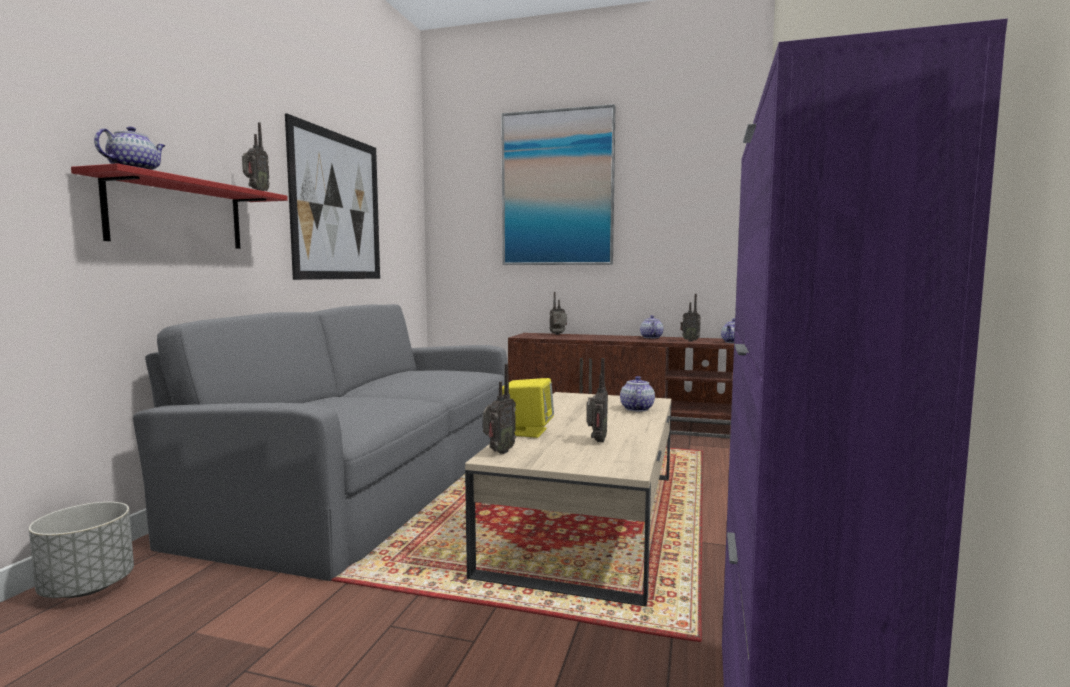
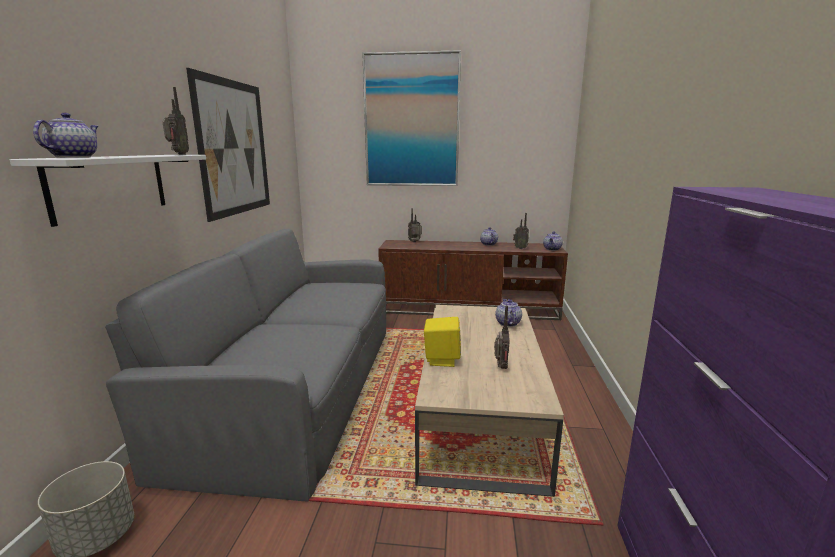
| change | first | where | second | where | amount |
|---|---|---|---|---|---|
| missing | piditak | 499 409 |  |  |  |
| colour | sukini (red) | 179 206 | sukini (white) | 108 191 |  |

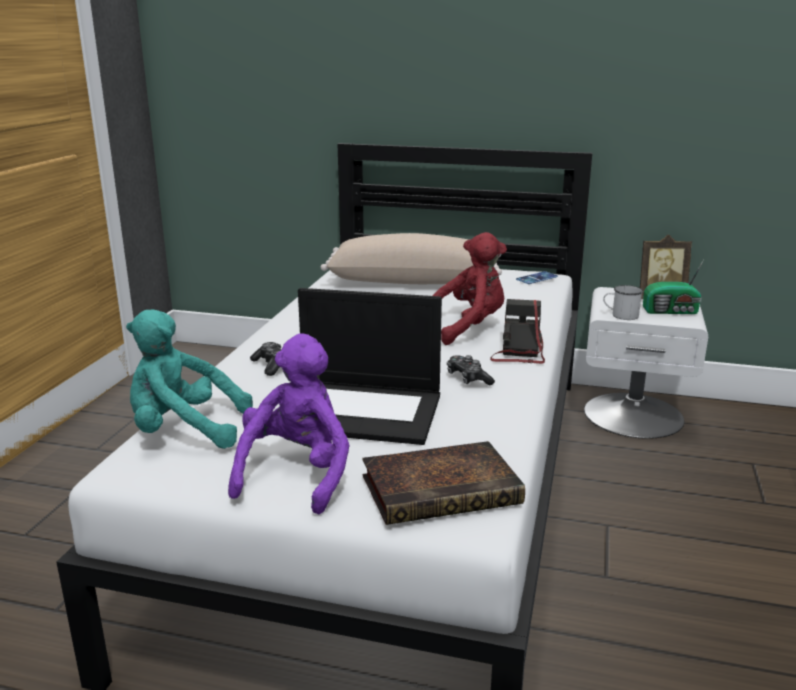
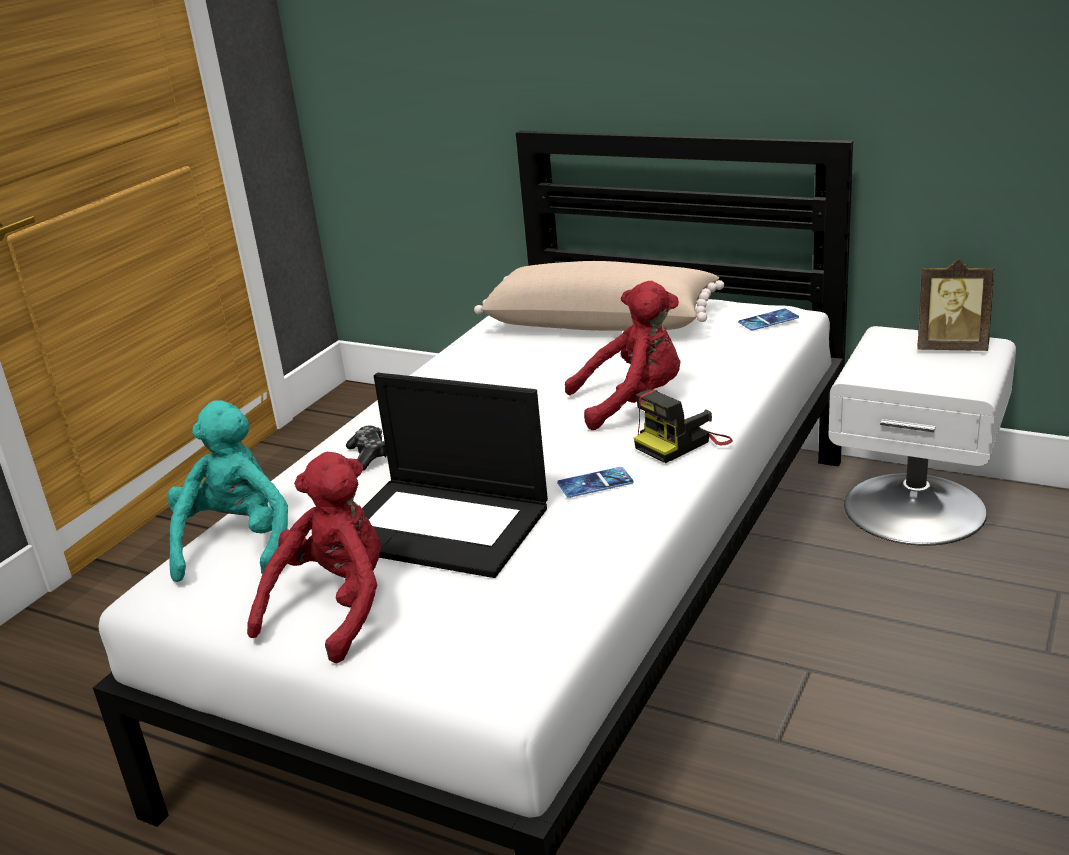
| change | first | where | second | where | amount |
|---|---|---|---|---|---|
| missing | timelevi | 443 483 |  |  |  |
| missing | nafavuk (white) | 623 302 |  |  |  |
| missing | piditak | 673 286 |  |  |  |
| exchanged | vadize | 471 370 | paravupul | 595 482 |  |
| colour | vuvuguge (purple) | 288 423 | vuvuguge (red) | 314 557 |  |
| spun | vuvuguge (turquoise) | 189 379 |  | 227 491 | 75 degrees clockwise |
| spun | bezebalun | 517 331 |  | 683 426 | 150 degrees counterclockwise |

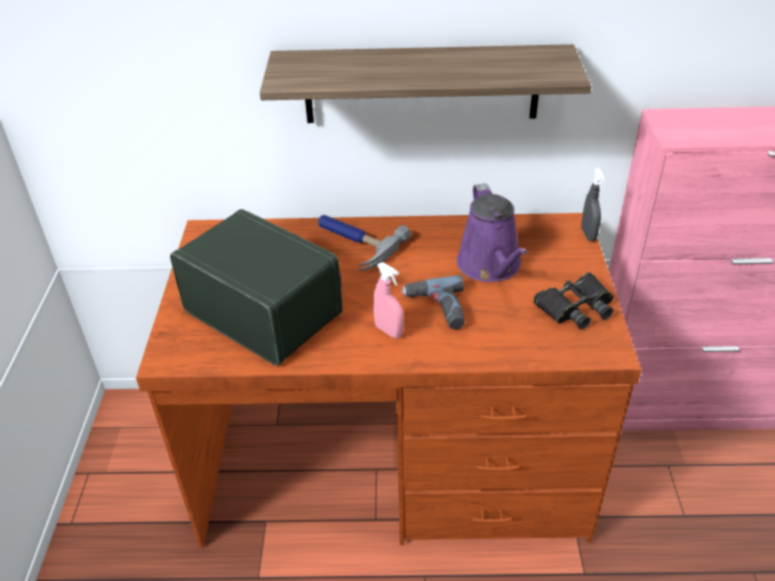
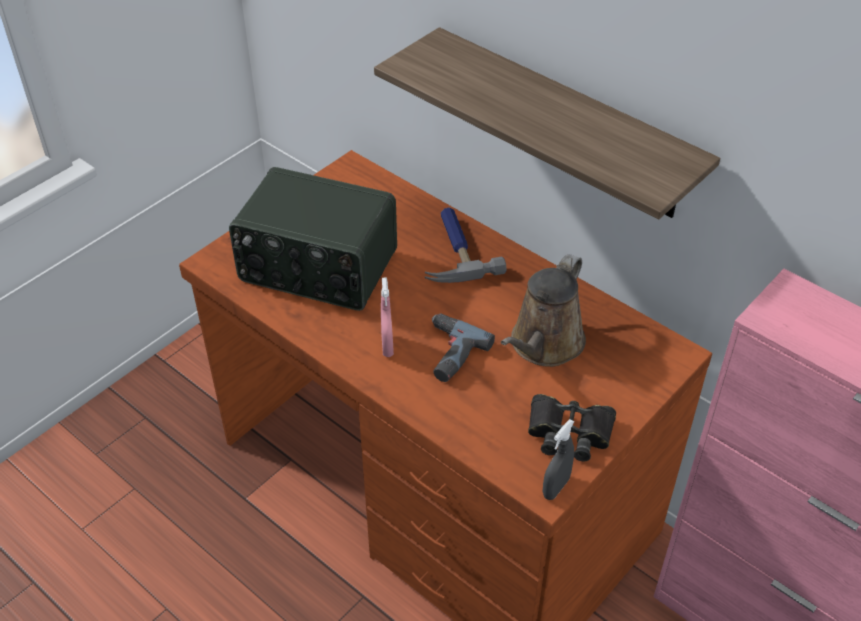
| change | first | where | second | where | amount |
|---|---|---|---|---|---|
| relocated | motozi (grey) | 593 204 |  | 558 459 |  |
| colour | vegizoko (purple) | 492 232 | vegizoko (brown) | 543 310 |  |
| spun | piditak | 256 287 |  | 313 239 | 120 degrees clockwise |

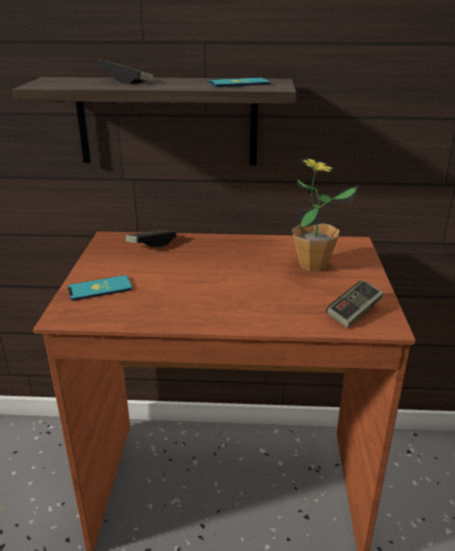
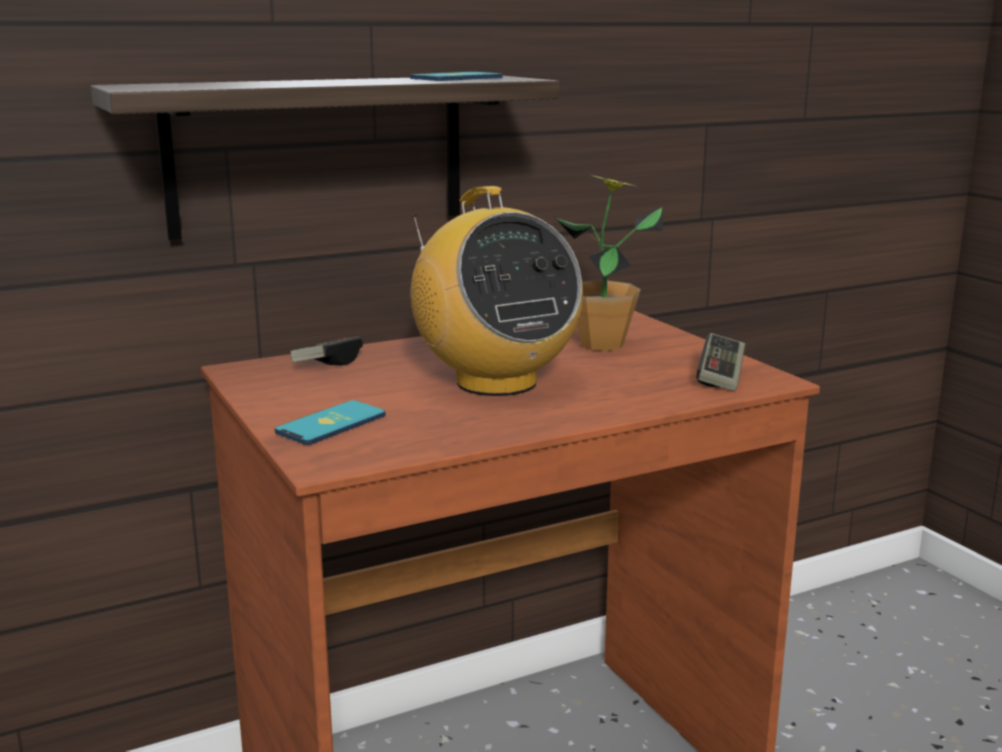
| change | first | where | second | where | amount |
|---|---|---|---|---|---|
| missing | vadize | 125 71 |  |  |  |
| appeared |  |  | piditak | 497 291 |  |

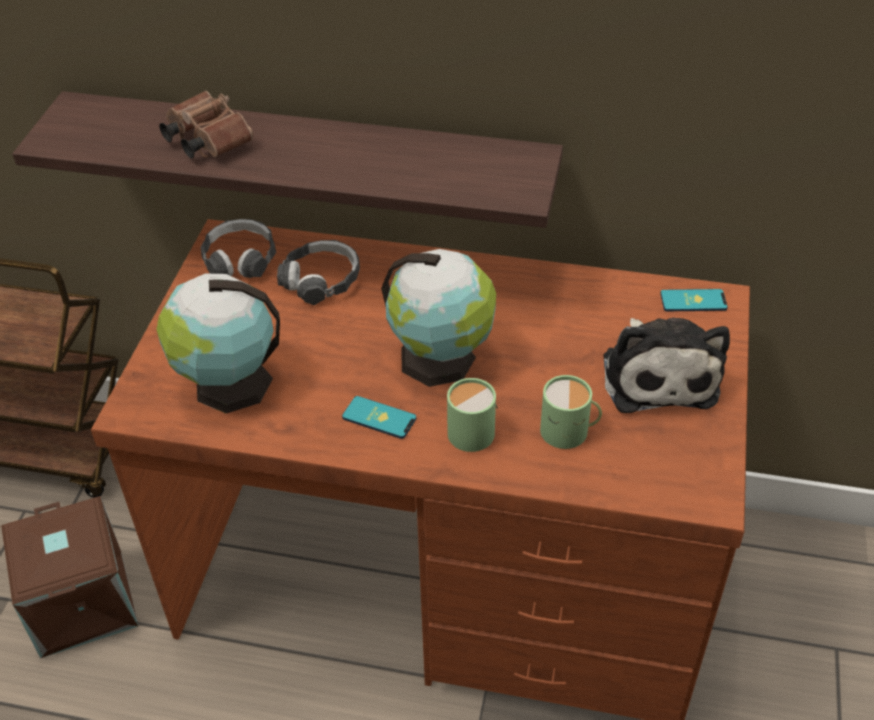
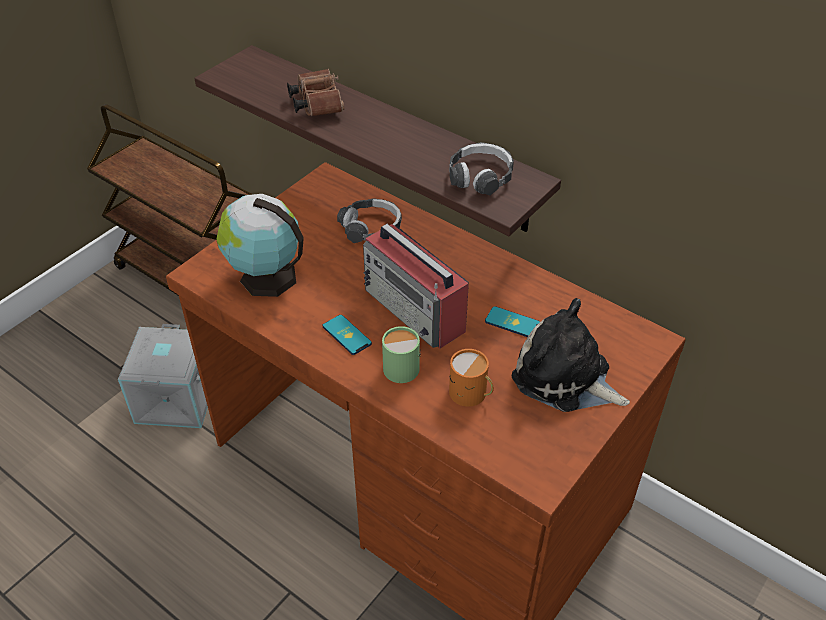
| change | first | where | second | where | amount |
|---|---|---|---|---|---|
| relocated | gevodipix | 238 248 |  | 481 169 |  |
| relocated | paravupul | 694 300 |  | 512 321 |  |
| exchanged | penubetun | 438 318 | piditak | 416 286 |  |
| colour | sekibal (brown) | 69 577 | sekibal (grey) | 163 376 |  |
| colour | nafavuk (green) | 571 412 | nafavuk (orange) | 471 378 |  |
| spun | vuvuguge | 666 365 |  | 571 355 | 105 degrees clockwise |

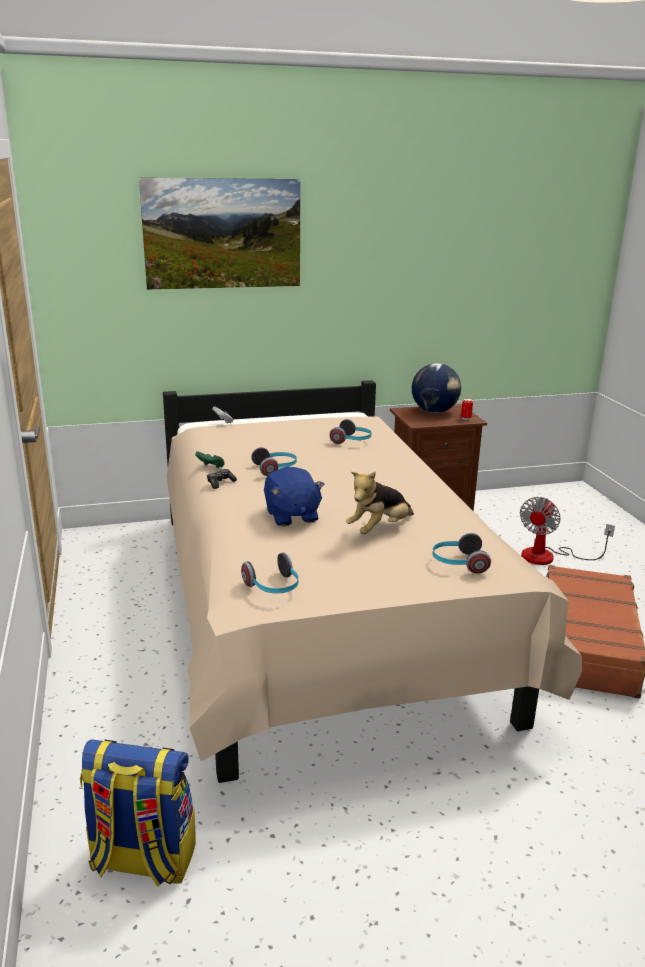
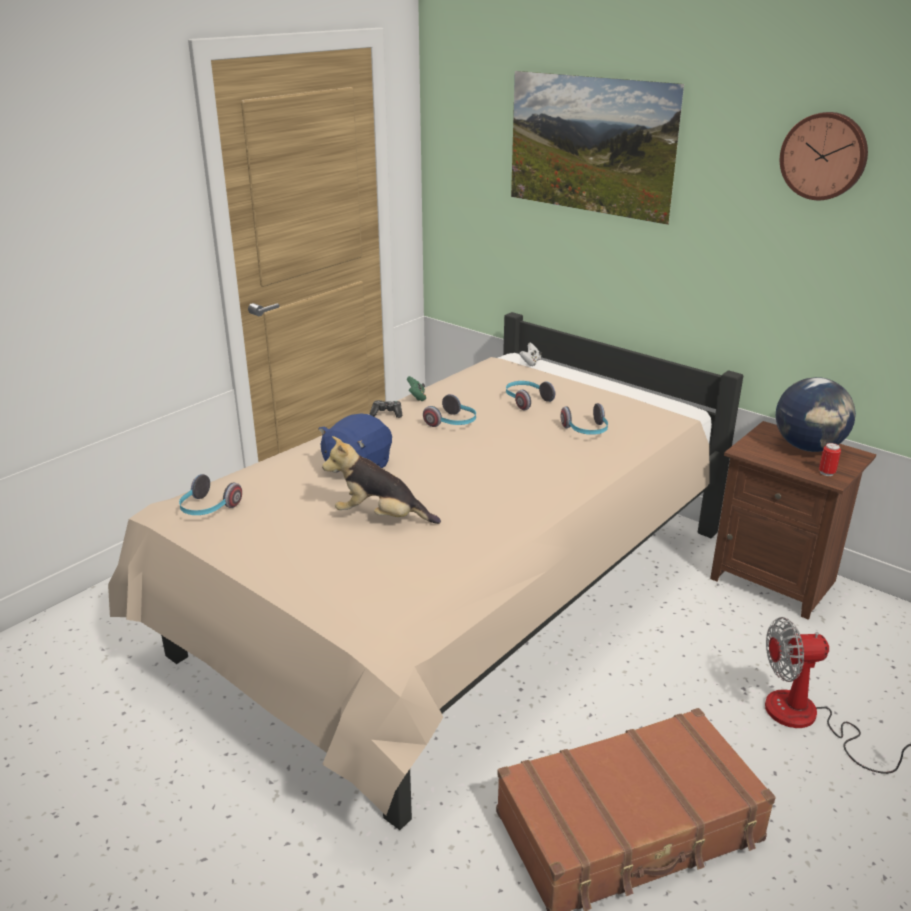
| change | first | where | second | where | amount |
|---|---|---|---|---|---|
| missing | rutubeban | 138 813 |  |  |  |
| appeared |  |  | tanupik | 824 156 |  |
| relocated | gevodipix | 461 553 |  | 530 395 |  |

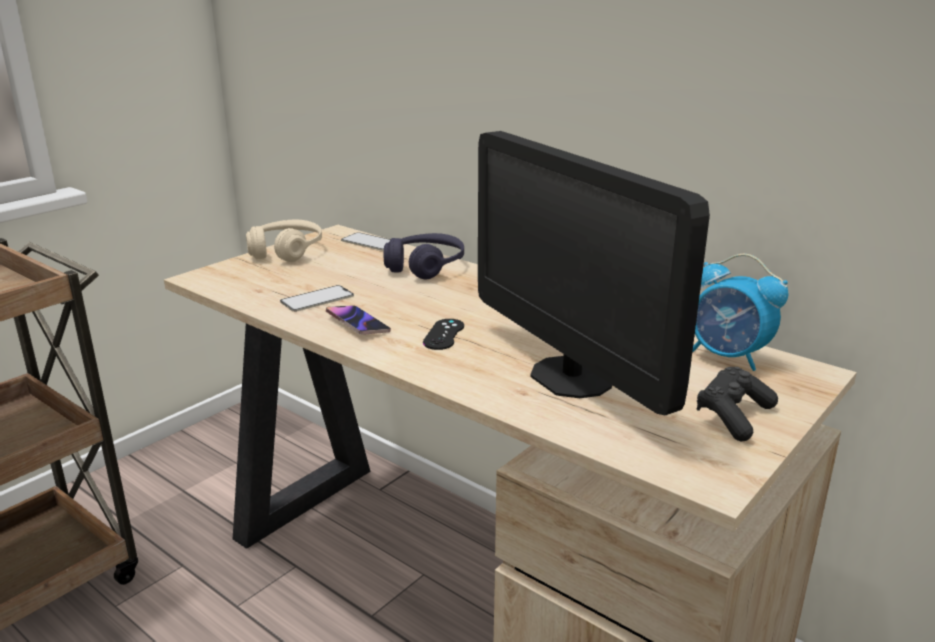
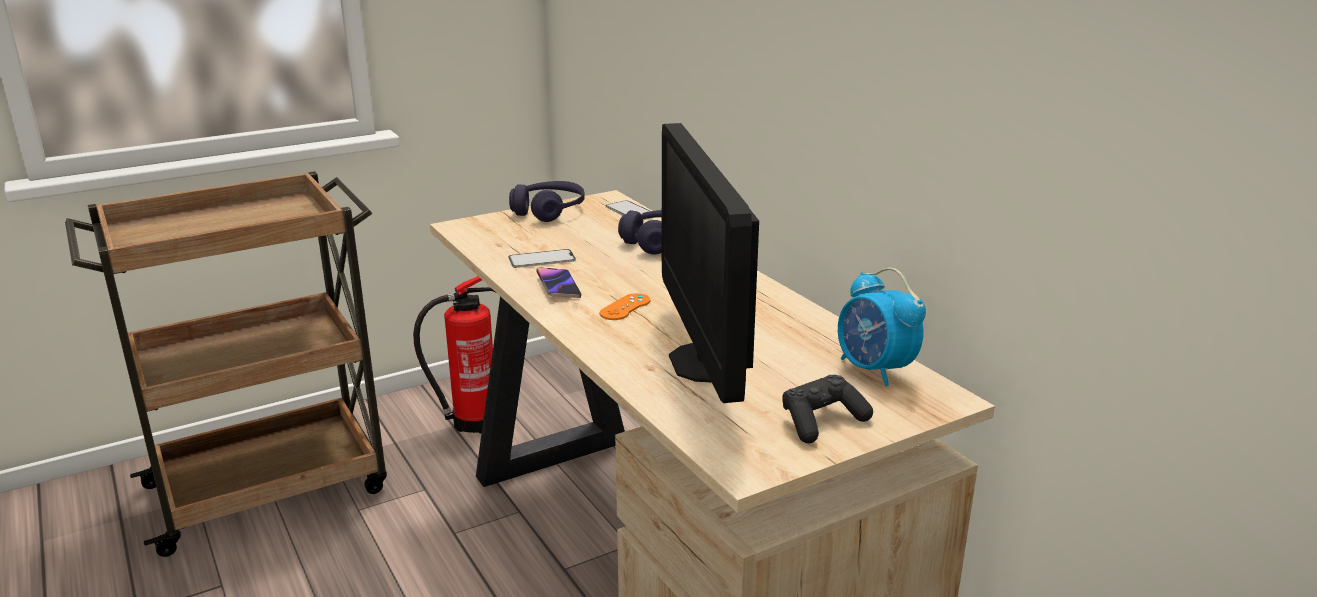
| change | first | where | second | where | amount |
|---|---|---|---|---|---|
| appeared |  |  | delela | 454 355 |  |
| colour | gevodipix (beige) | 284 241 | gevodipix (purple) | 547 201 |  |
| colour | vadize (black) | 443 334 | vadize (orange) | 625 306 |  |

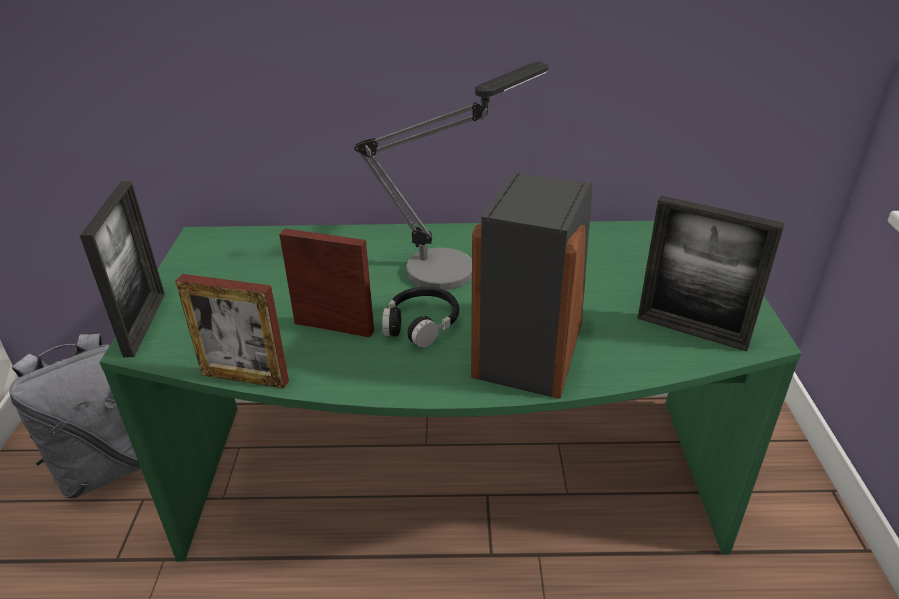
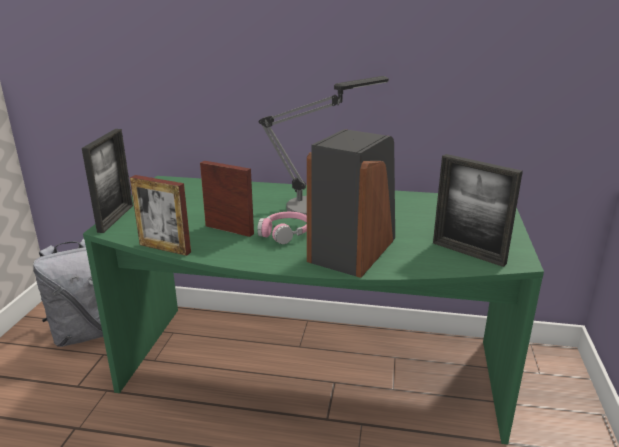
| change | first | where | second | where | amount |
|---|---|---|---|---|---|
| colour | gevodipix (black) | 420 317 | gevodipix (pink) | 282 228 |  |

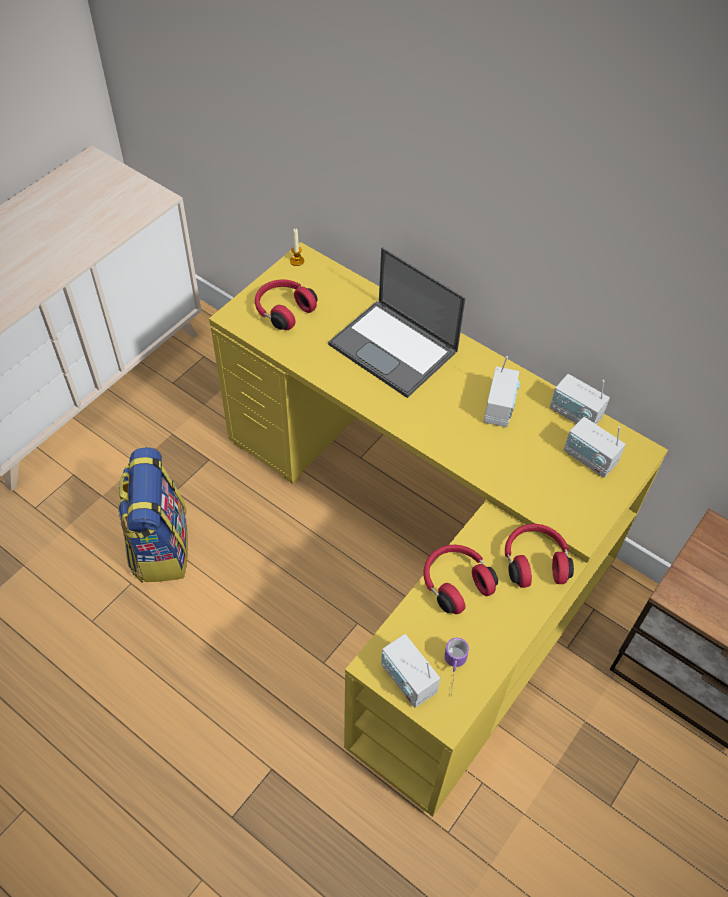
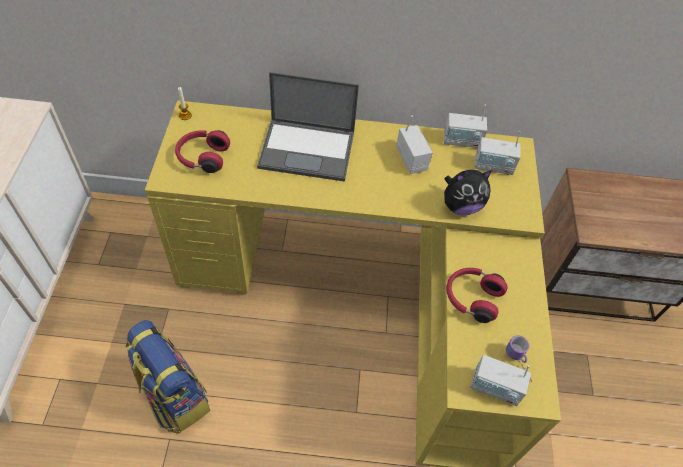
| change | first | where | second | where | amount |
|---|---|---|---|---|---|
| missing | gevodipix (red) | 539 556 |  |  |  |
| appeared |  |  | vuvuguge | 468 192 |  |

